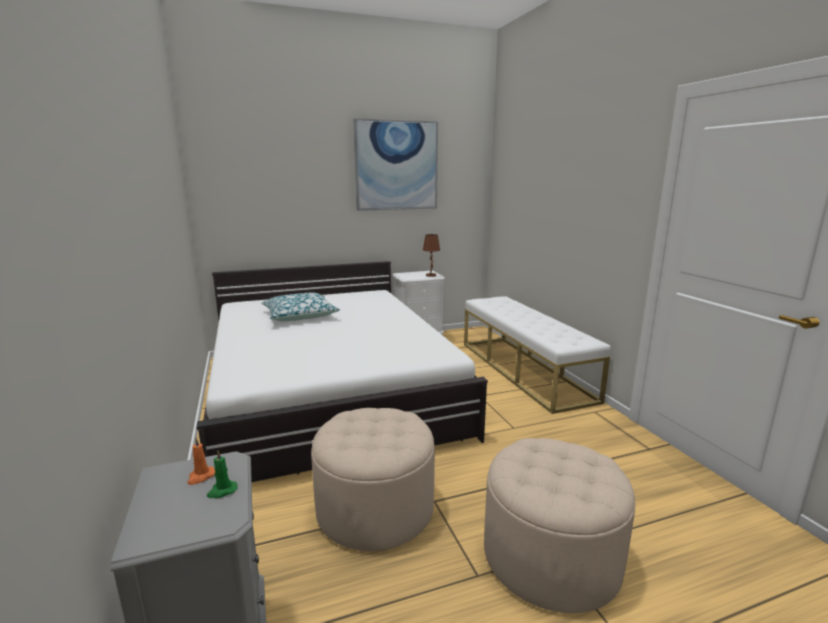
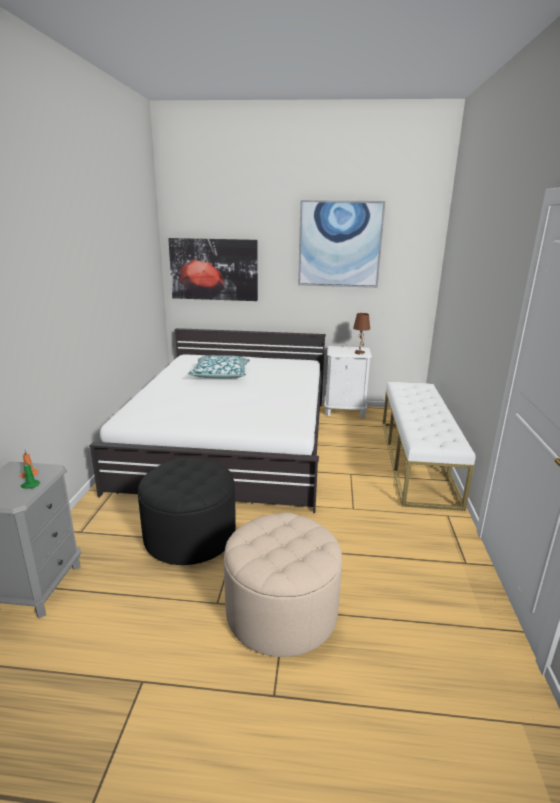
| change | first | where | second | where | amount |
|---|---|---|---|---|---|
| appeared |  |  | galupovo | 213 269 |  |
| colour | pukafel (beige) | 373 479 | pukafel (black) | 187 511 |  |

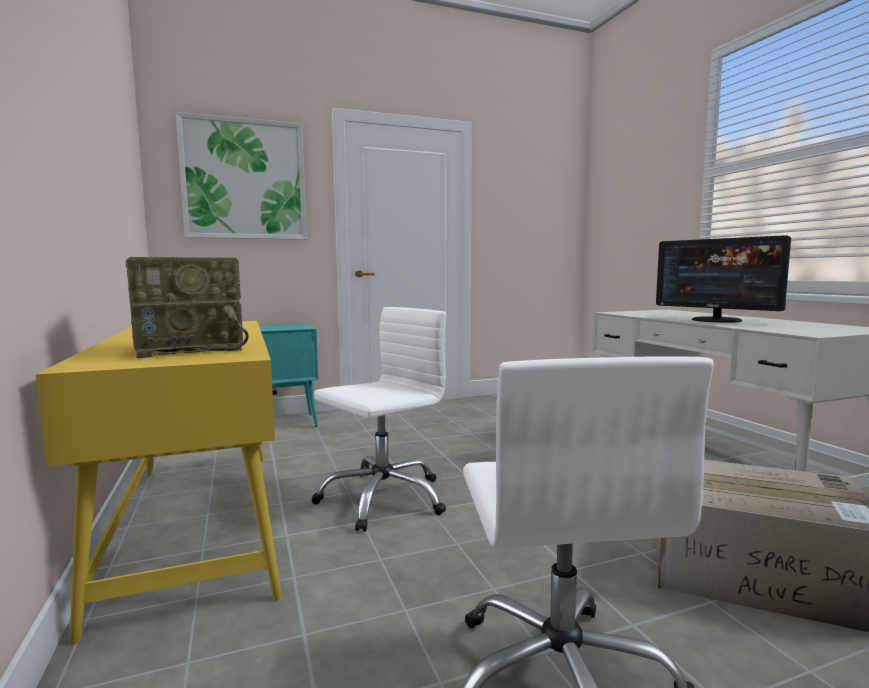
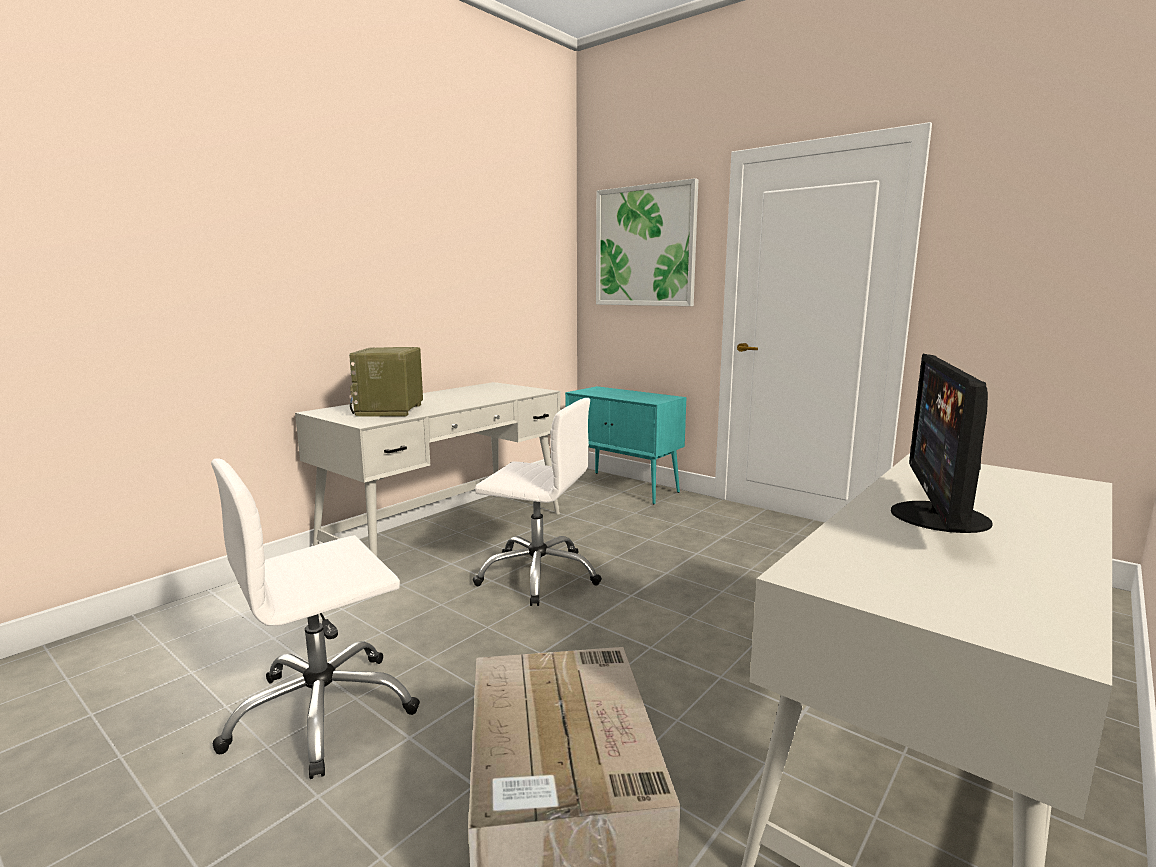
| change | first | where | second | where | amount |
|---|---|---|---|---|---|
| colour | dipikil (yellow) | 159 483 | dipikil (white) | 428 469 |  |
| spun | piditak | 187 307 |  | 386 382 | 60 degrees clockwise |

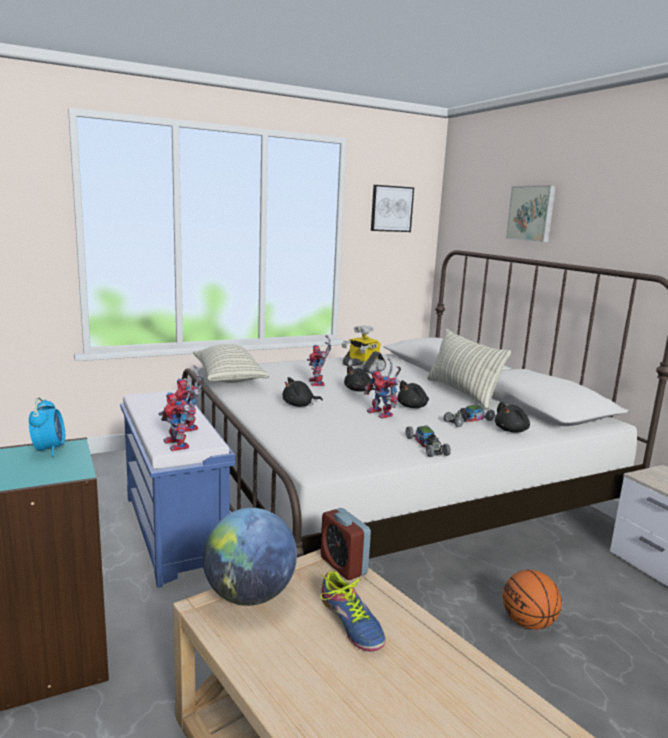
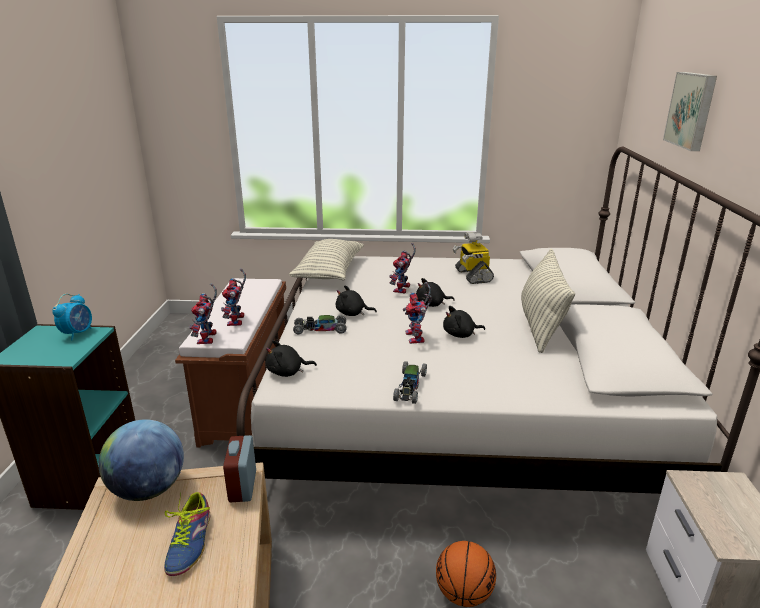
| change | first | where | second | where | amount |
|---|---|---|---|---|---|
| missing | galupovo | 392 208 |  |  |  |
| relocated | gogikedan | 469 416 |  | 320 325 |  |
| relocated | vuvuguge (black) | 512 417 |  | 291 358 |  |
| colour | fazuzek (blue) | 177 489 | fazuzek (brown) | 230 363 |  |

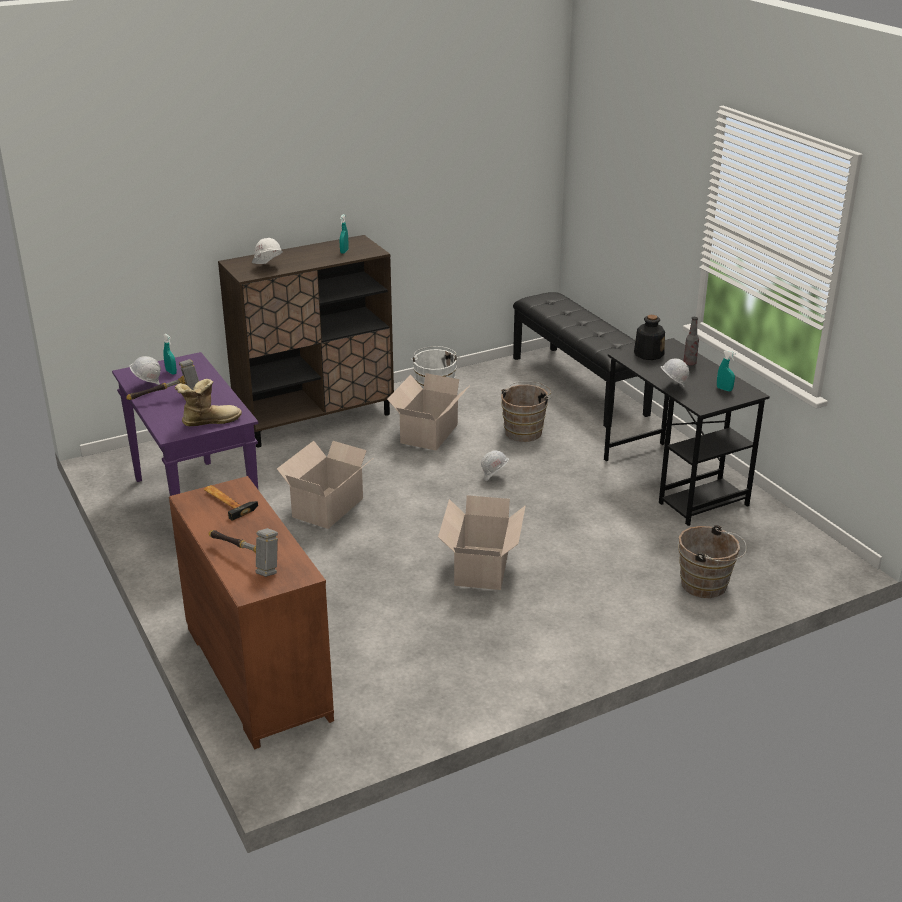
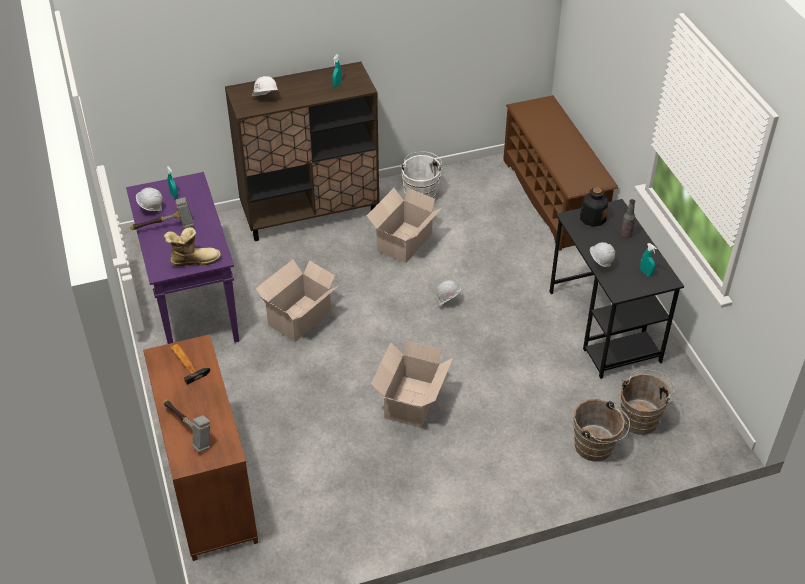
| change | first | where | second | where | amount |
|---|---|---|---|---|---|
| relocated | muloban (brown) | 526 411 |  | 647 402 |  |
| exchanged | fazuzek (black) | 583 359 | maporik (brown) | 560 173 |  |

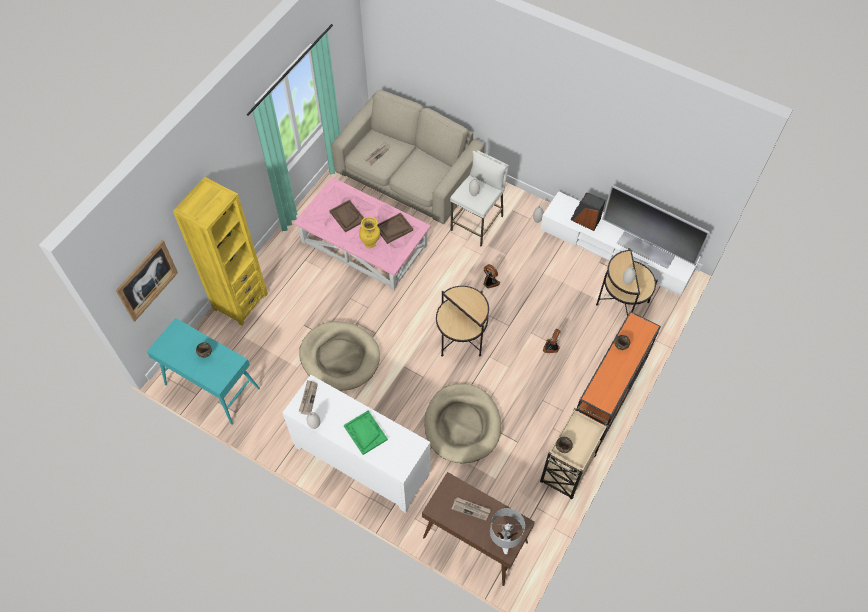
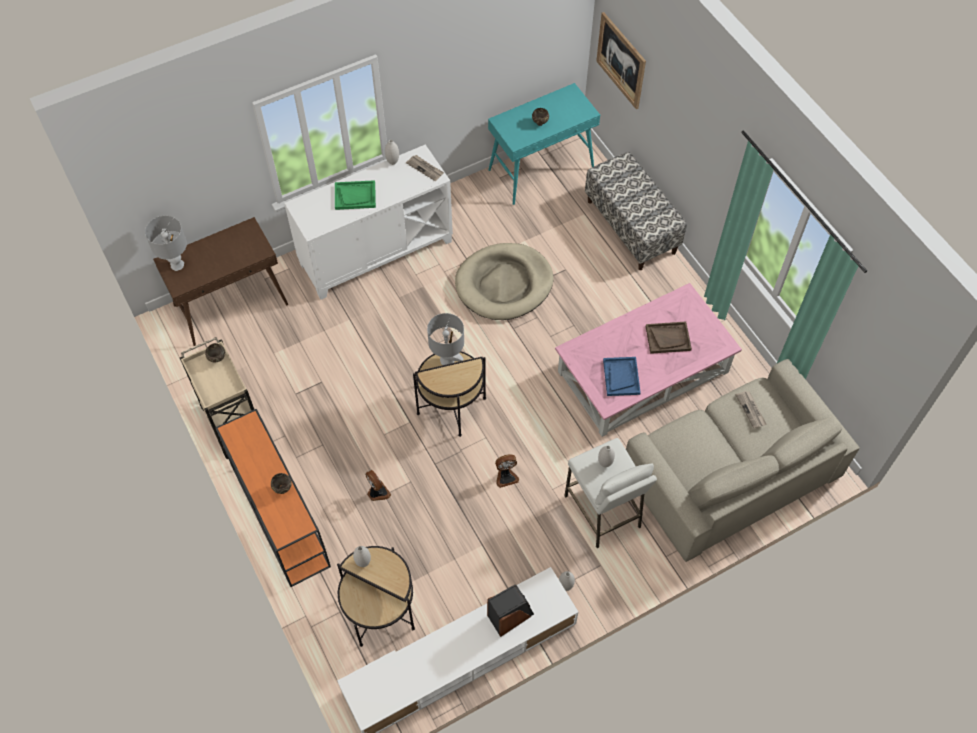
| change | first | where | second | where | amount |
|---|---|---|---|---|---|
| missing | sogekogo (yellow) | 369 232 |  |  |  |
| missing | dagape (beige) | 462 423 |  |  |  |
| missing | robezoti | 471 509 |  |  |  |
| missing | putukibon | 656 227 |  |  |  |
| appeared |  |  | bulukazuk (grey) | 445 339 |  |
| exchanged | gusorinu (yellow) | 220 251 | fazuzek | 636 211 |  |
| colour | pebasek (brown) | 395 228 | pebasek (blue) | 622 376 |  |

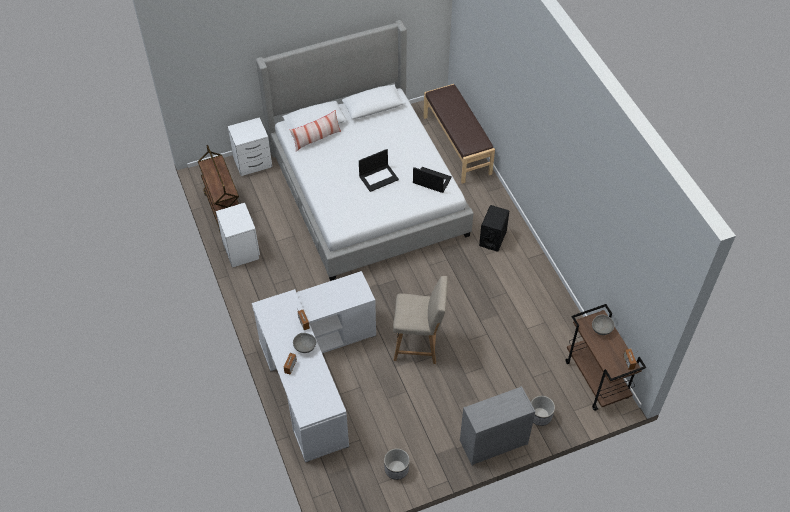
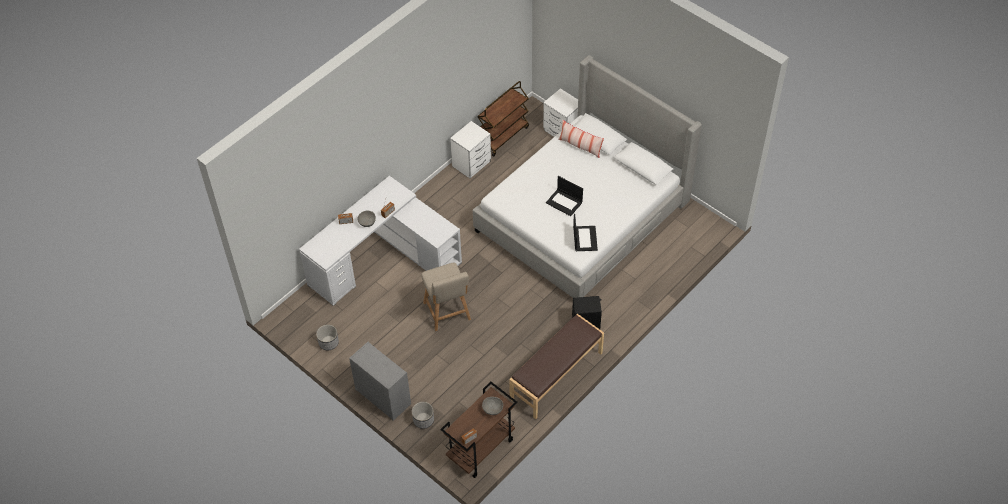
| change | first | where | second | where | amount |
|---|---|---|---|---|---|
| relocated | fazuzek (brown) | 459 134 |  | 556 366 |  |

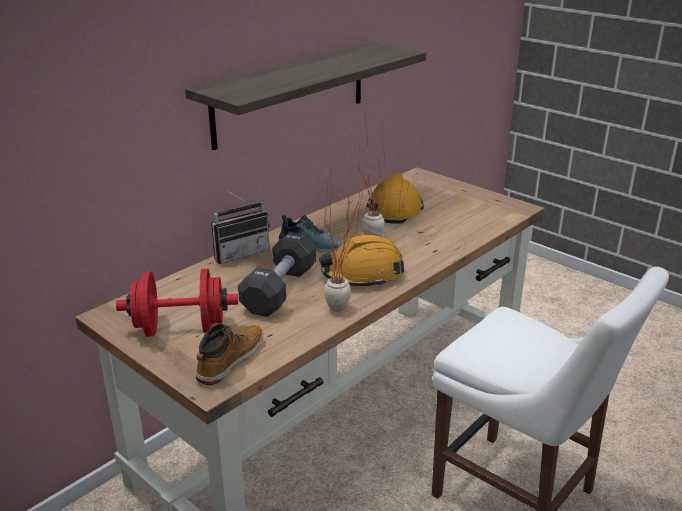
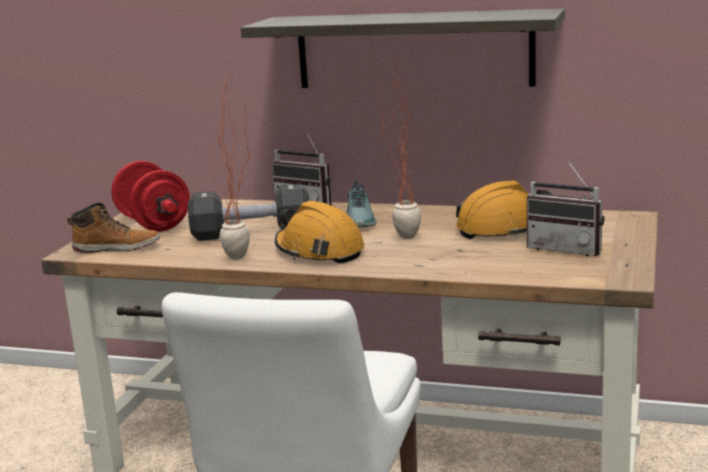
| change | first | where | second | where | amount |
|---|---|---|---|---|---|
| appeared |  |  | piditak | 565 207 |  |

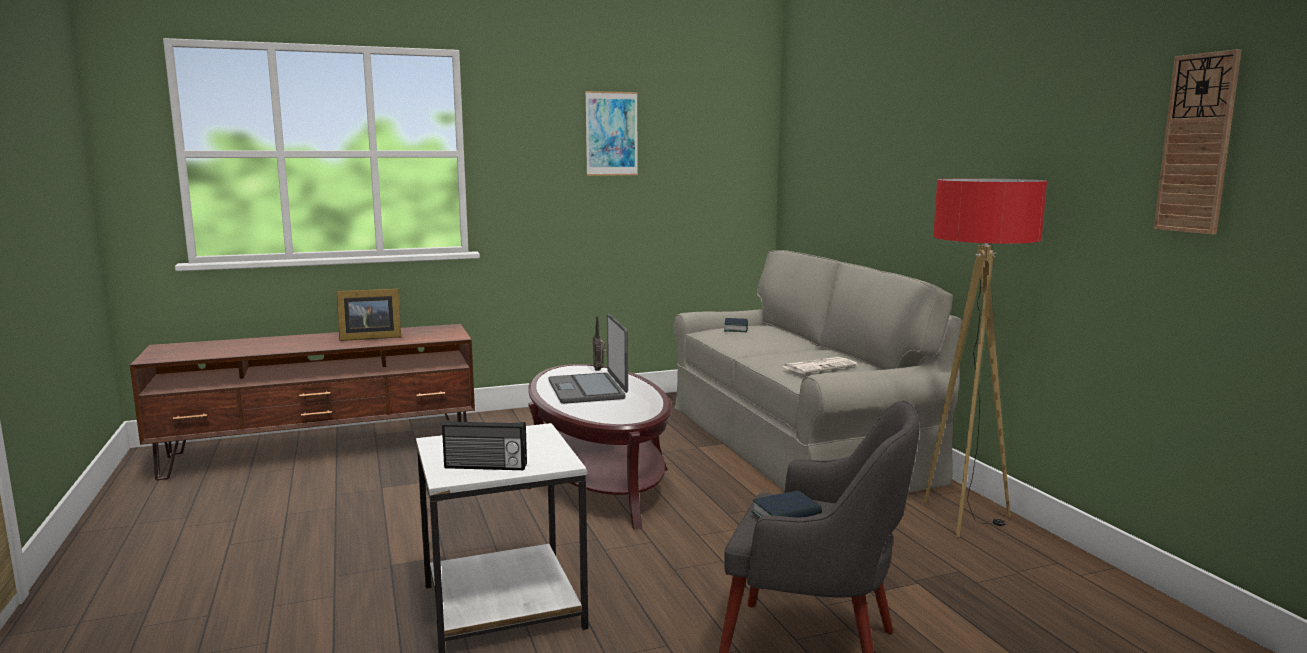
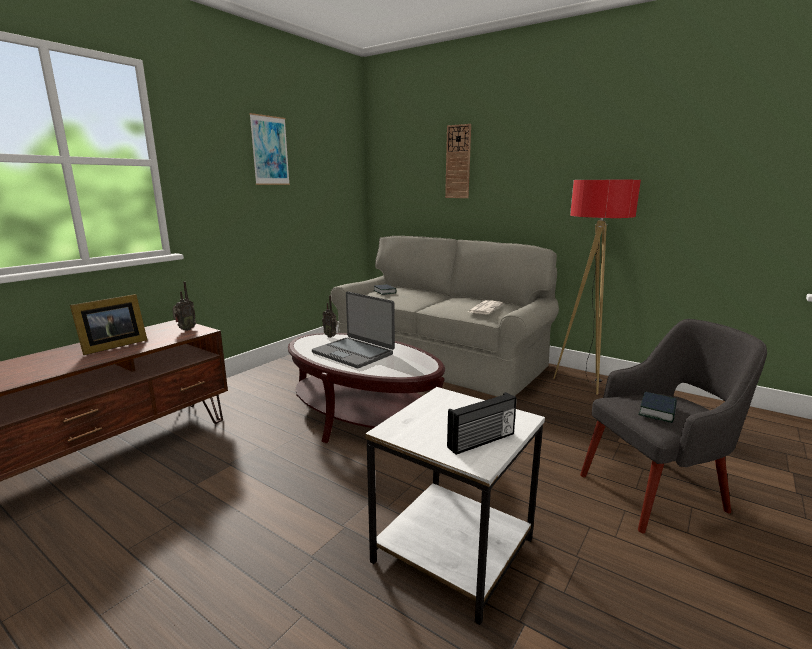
| change | first | where | second | where | amount |
|---|---|---|---|---|---|
| appeared |  |  | piditak | 184 306 |  |
| relocated | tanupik | 1198 142 |  | 458 161 |  |

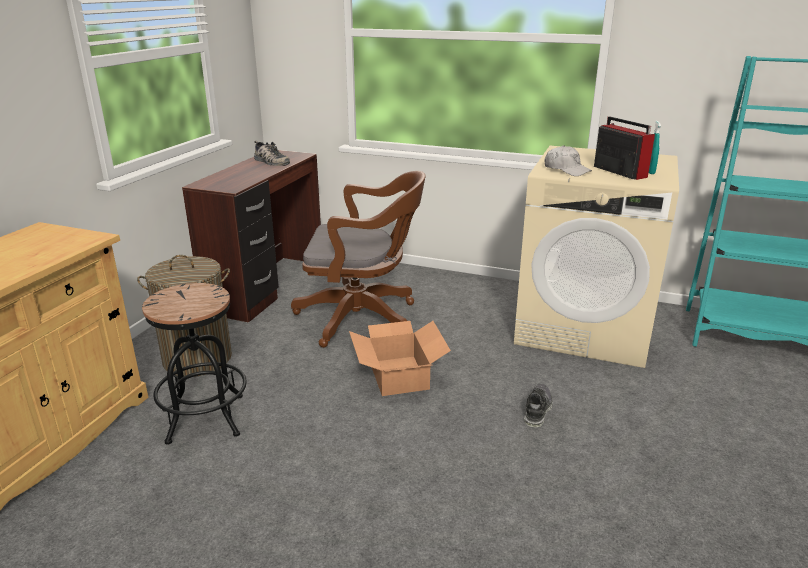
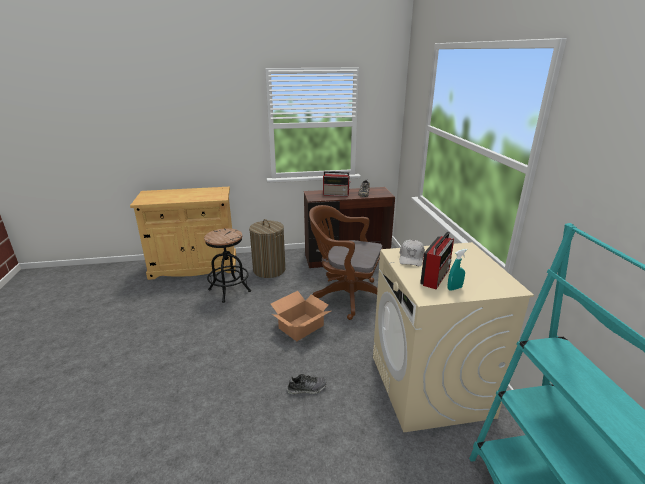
| change | first | where | second | where | amount |
|---|---|---|---|---|---|
| appeared |  |  | piditak | 337 183 |  |
| spun | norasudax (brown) | 358 259 |  | 346 262 | 135 degrees clockwise |

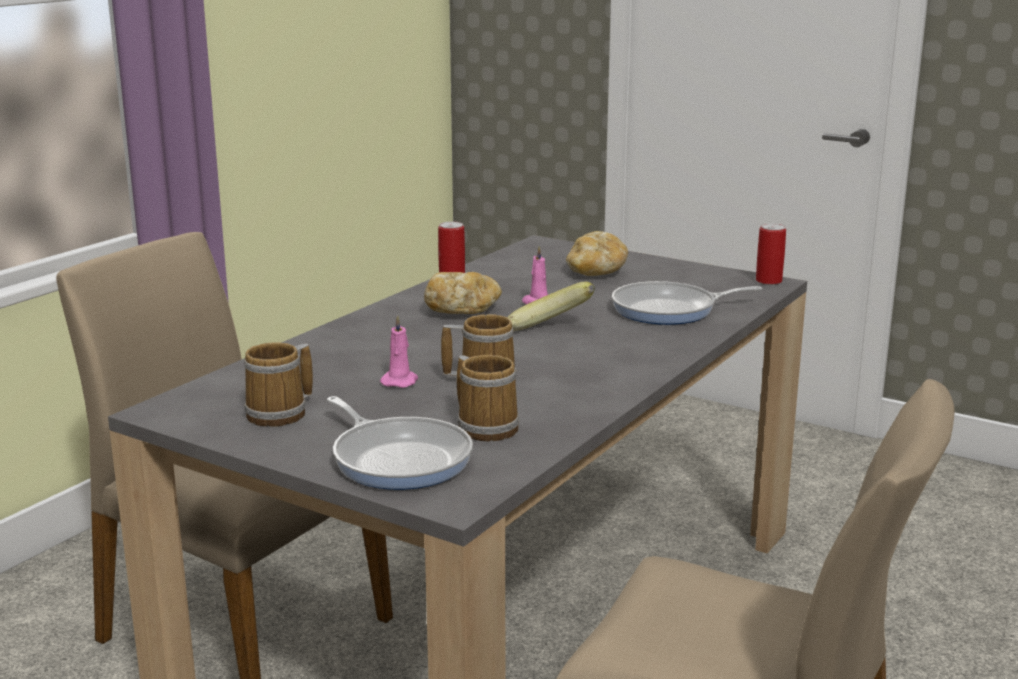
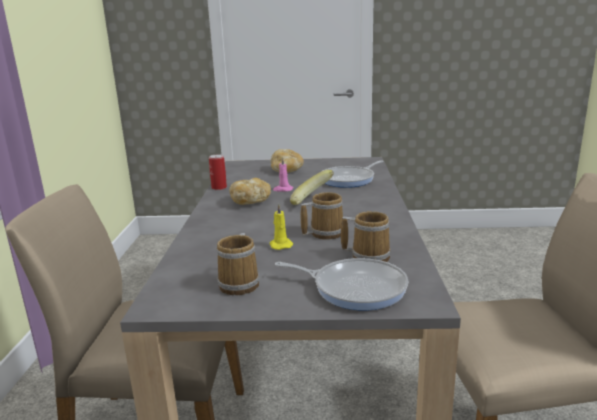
| change | first | where | second | where | amount |
|---|---|---|---|---|---|
| missing | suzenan | 771 254 |  |  |  |
| colour | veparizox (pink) | 399 351 | veparizox (yellow) | 281 227 |  |

